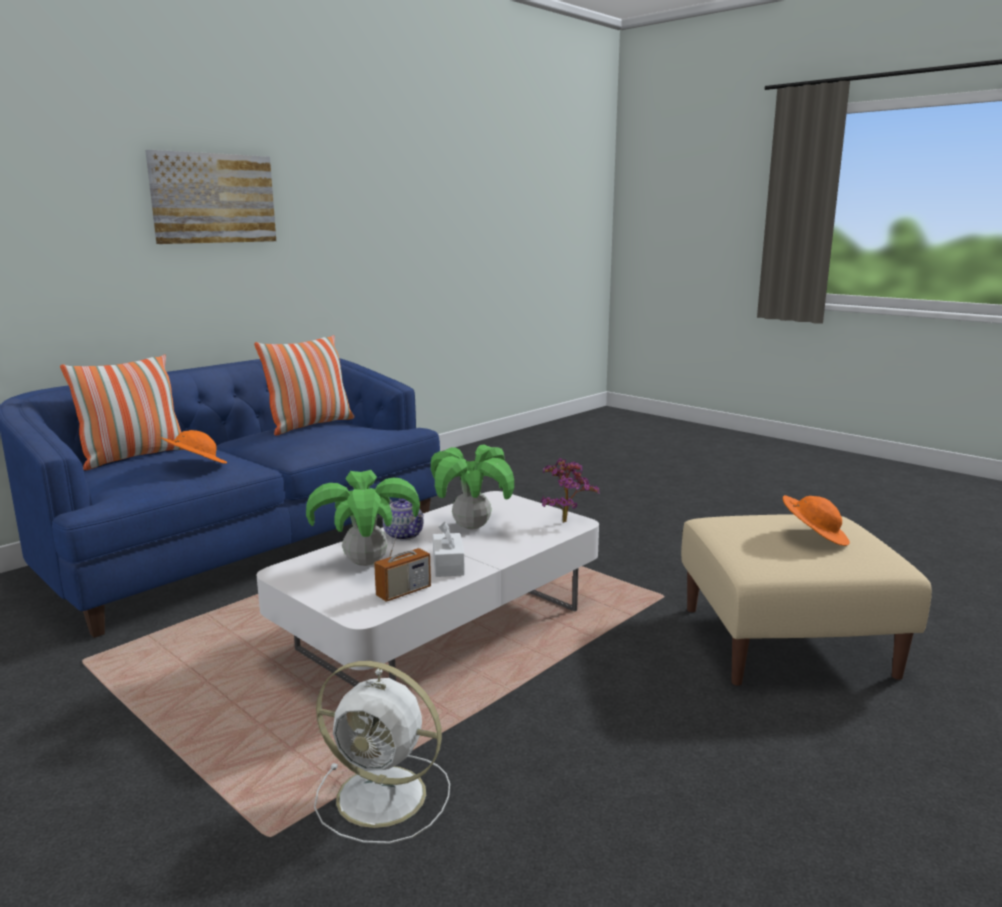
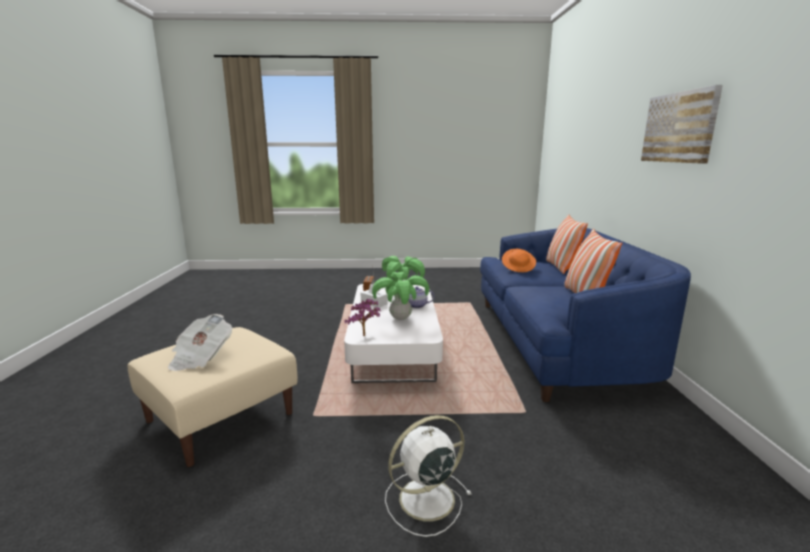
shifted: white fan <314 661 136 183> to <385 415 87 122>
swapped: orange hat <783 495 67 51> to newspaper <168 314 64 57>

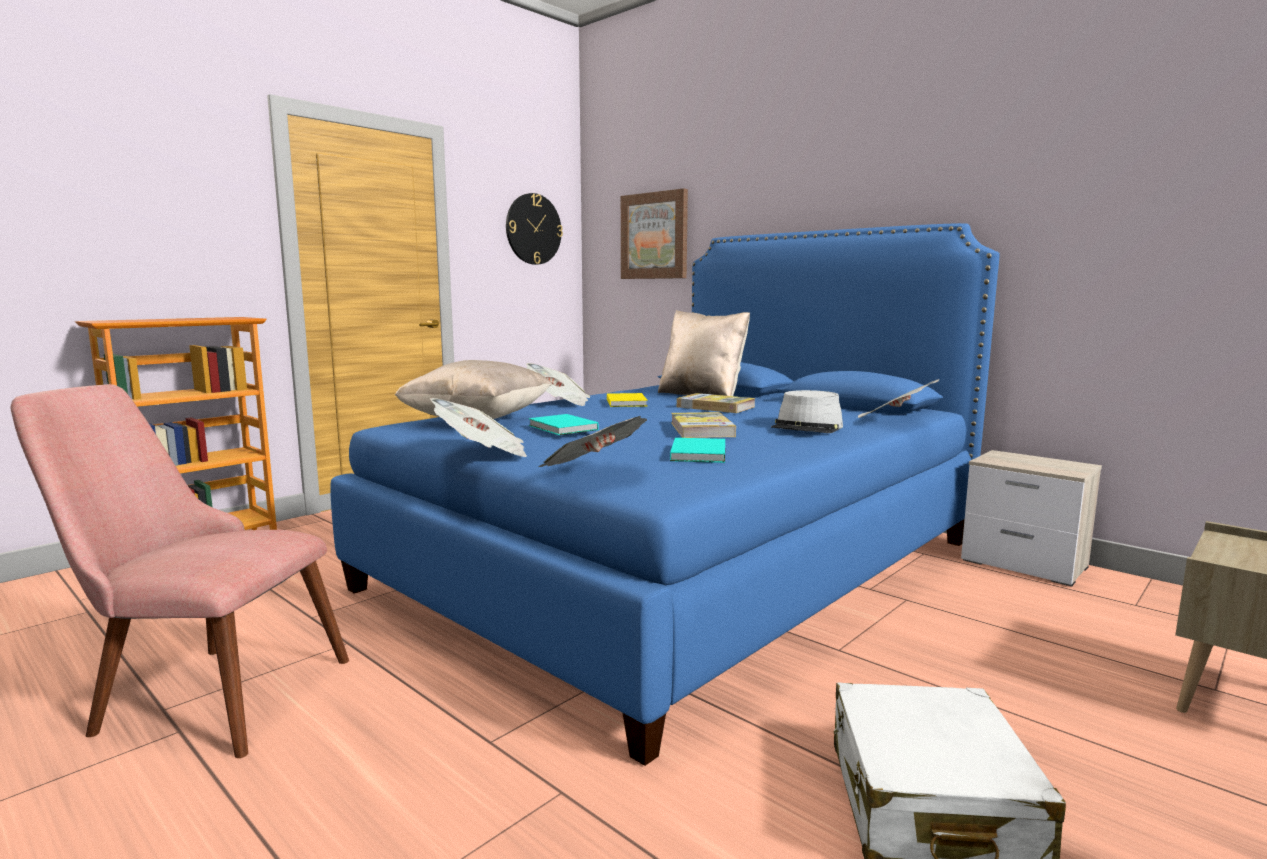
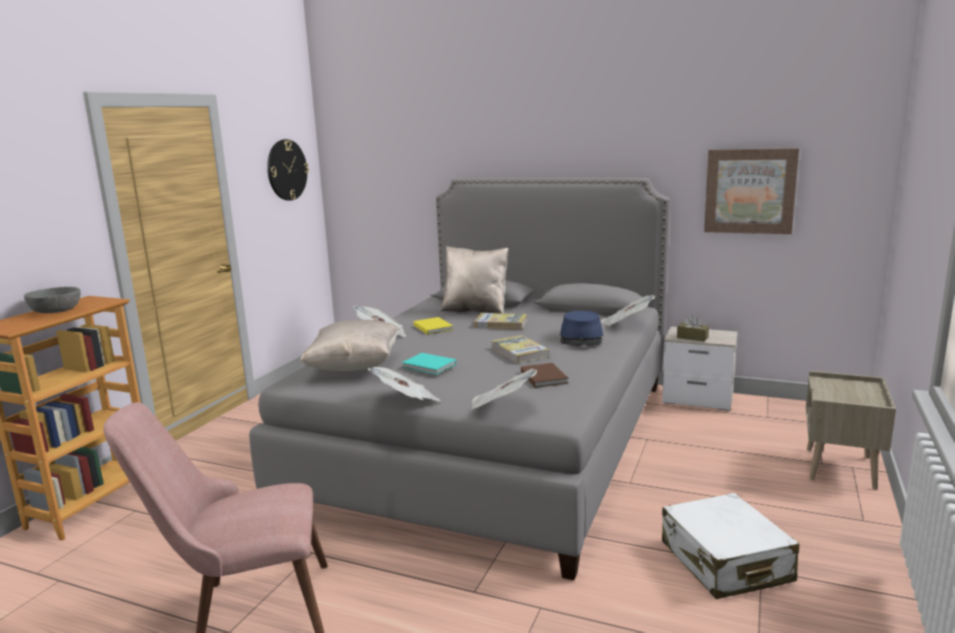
new: grey bowl <24 287 57 26>; brown tissue box <677 315 32 27>
shifted: picture <621 188 67 91> to <704 148 95 86>
repainted: blue bed <330 223 670 543> to grey bed <249 178 421 402>; grey hat <771 390 72 43> to blue hat <560 311 44 35>; turquoise book <670 438 55 25> to brown book <521 363 47 25>

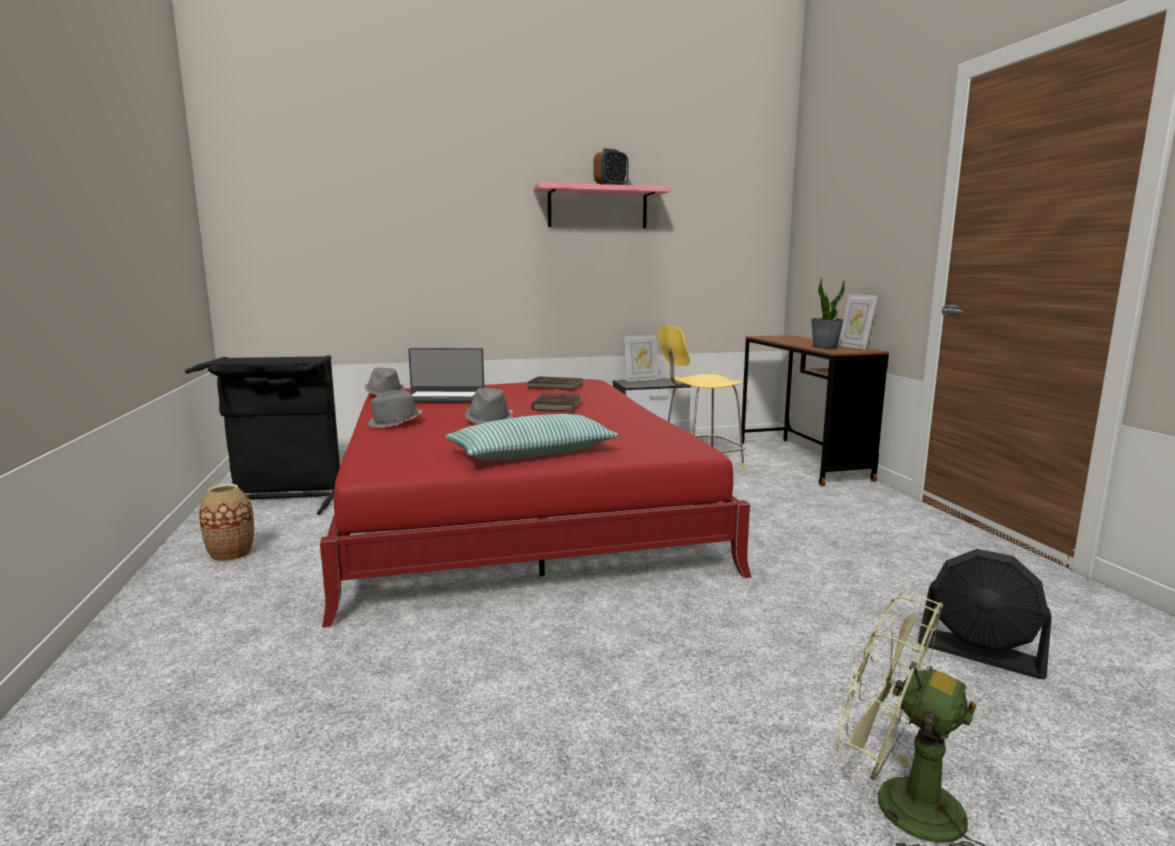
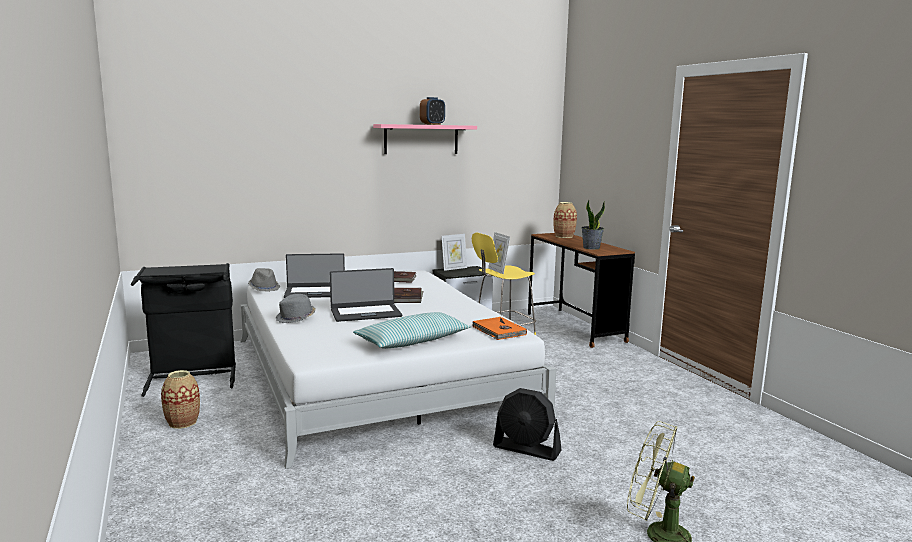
new: vase <554 202 23 36>; orange book <472 317 55 23>
shifted: picture frame <838 294 40 56> to <488 232 22 42>; black fan <918 549 134 130> to <493 388 69 73>
swapped: grey hat <465 388 48 36> to laptop <330 268 72 54>
repainted: red bed <320 379 431 249> to white bed <240 270 317 199>

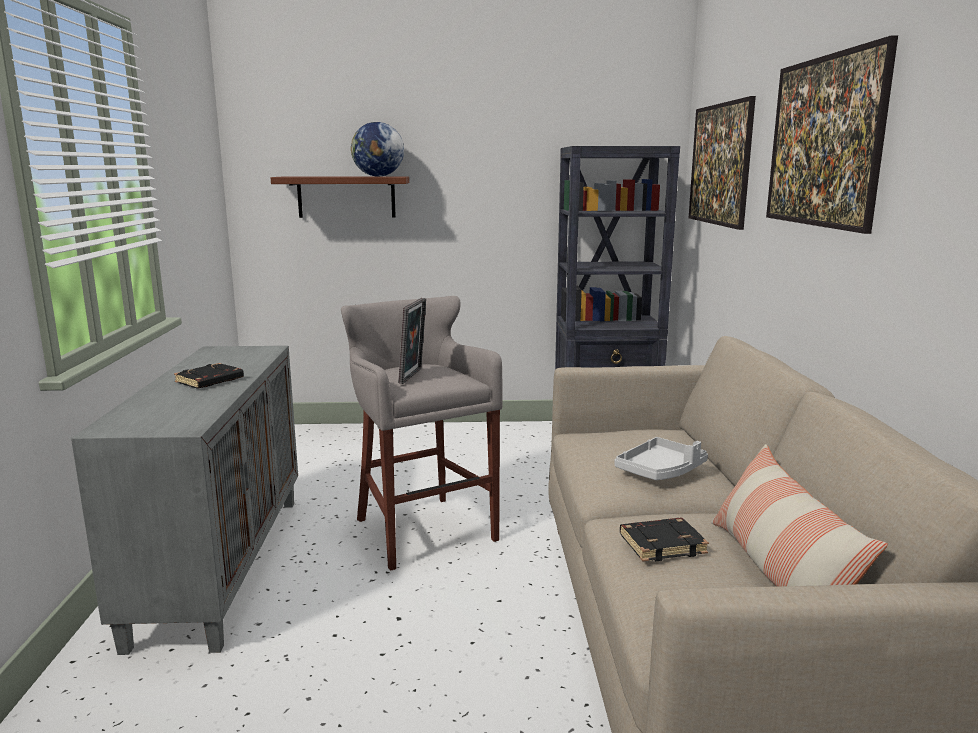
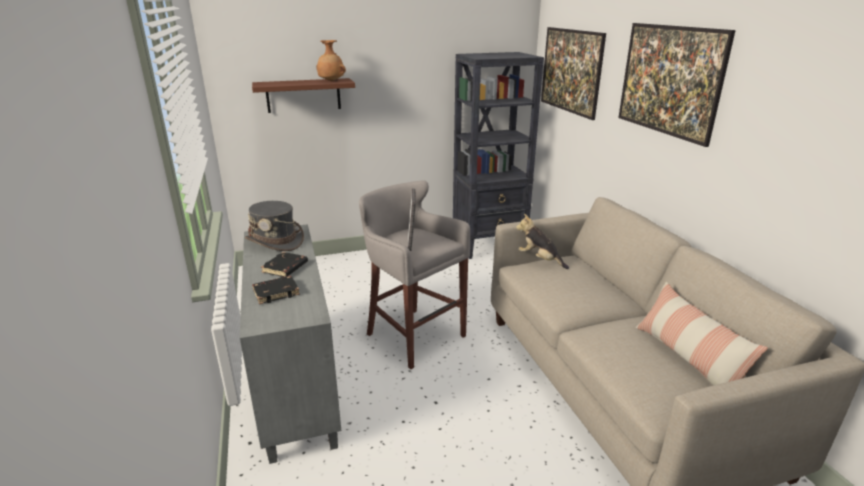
gone: grey tray <614 437 94 43>
new: grey hat <245 201 59 50>; plush toy <516 214 53 55>
shifted: black book <620 518 89 43> to <252 276 48 28>
swapped: globe <351 122 53 55> to brown vase <316 40 30 41>

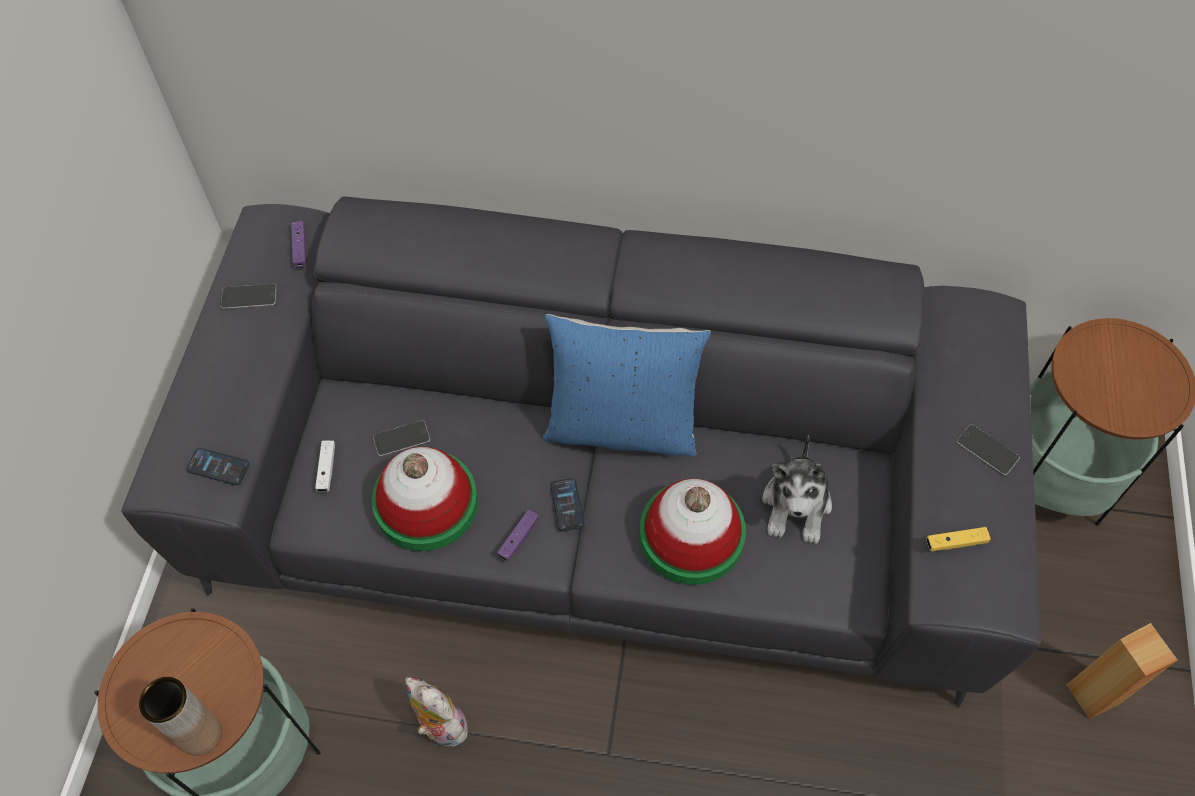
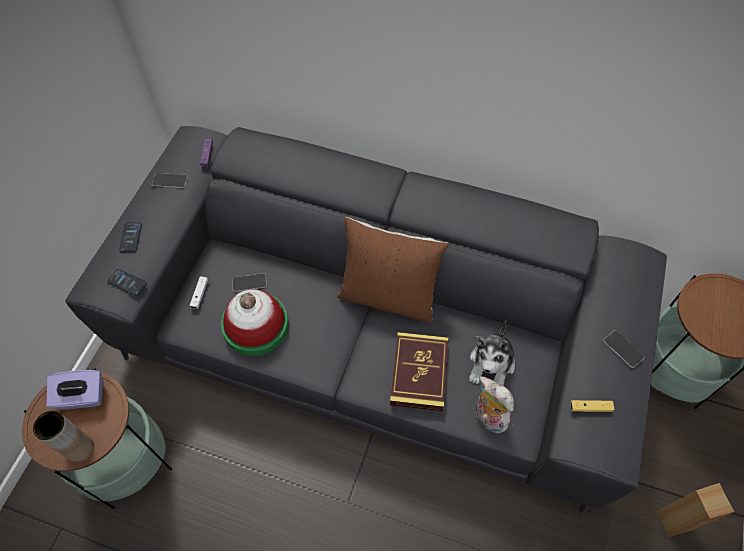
gone: purple game controller <497 510 42 51>
new: purple tissue box <46 370 58 40>
shifted: phone <550 478 35 53> to <119 222 23 30>; plush toy <405 677 63 70> to <475 376 39 57>
swapped: hat <639 479 107 106> to book <390 332 59 79>
repainted: blue pillow <543 314 168 142> to brown pillow <337 217 112 105>

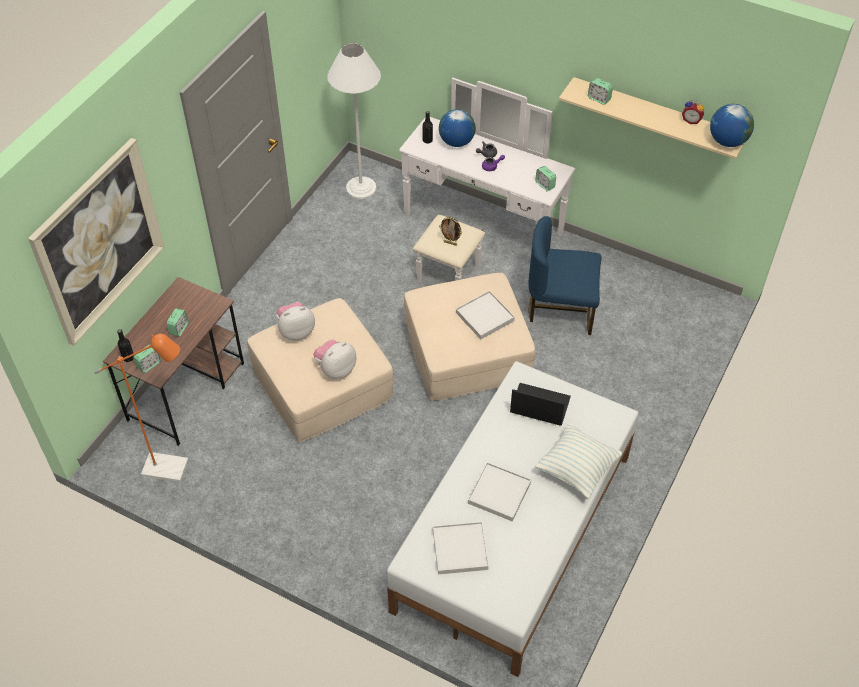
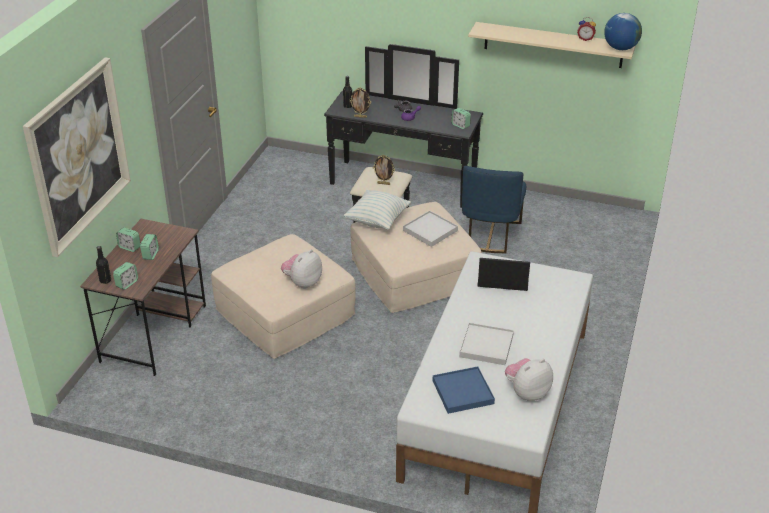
gone: white floor lamp <327 43 54 156>; globe <439 109 37 38>; orange floor lamp <94 334 94 148>
new: picture frame <350 88 21 30>
shifted: alarm clock <588 78 25 27> to <116 227 24 25>; plush toy <276 302 39 38> to <505 358 48 43>; pillow <535 423 87 76> to <343 190 68 40>
repainted: white dresser <399 78 176 204> to black dresser <324 44 159 179>; white tray <433 522 56 52> to blue tray <433 366 62 48>
rotated: blue chair <528 216 73 119> = <462 166 64 87> 75 degrees counterclockwise

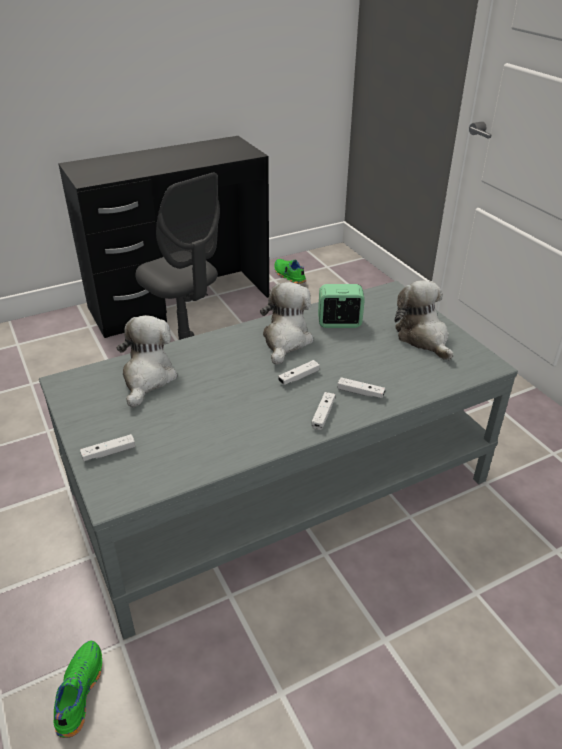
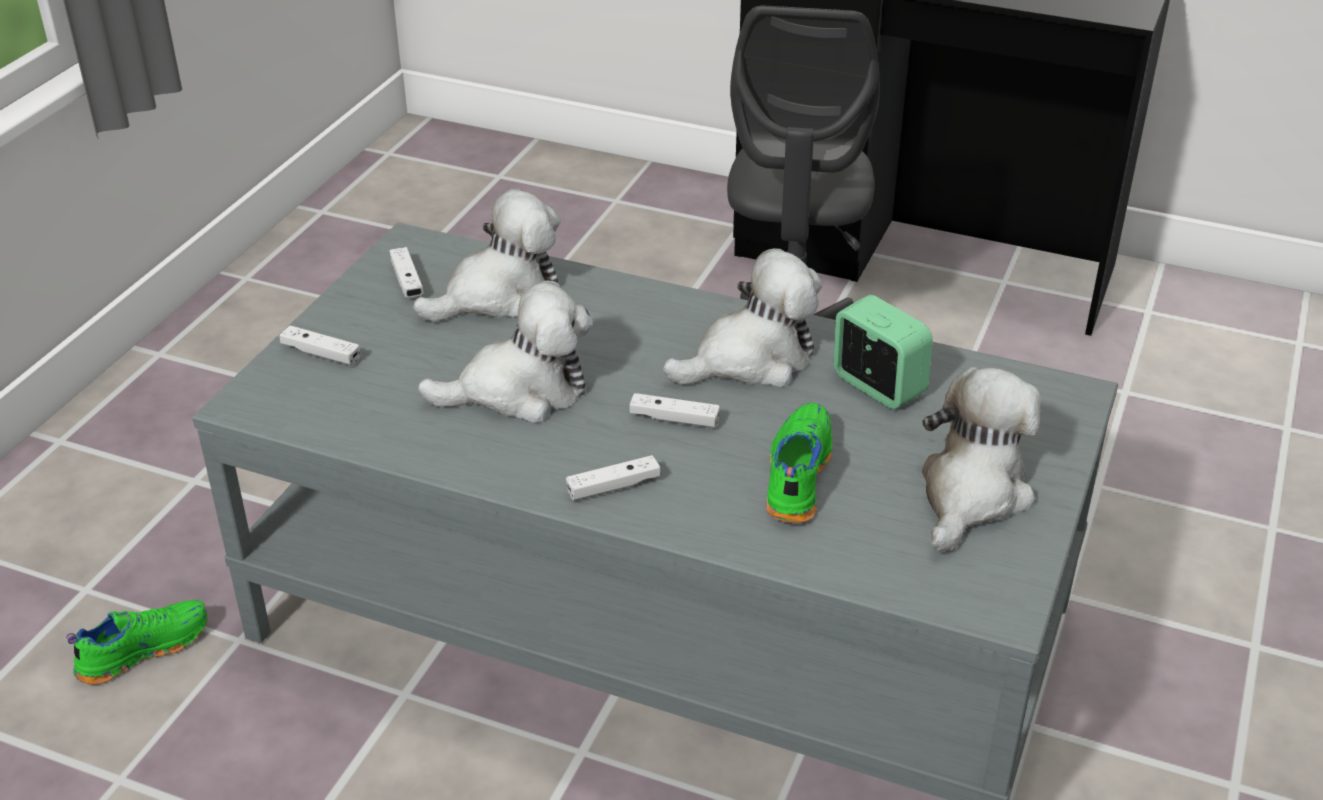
new: plush toy <418 280 175 143>
shifted: green shoe <274 259 32 25> to <767 403 65 120>; white game controller <337 377 48 21> to <389 247 35 51>

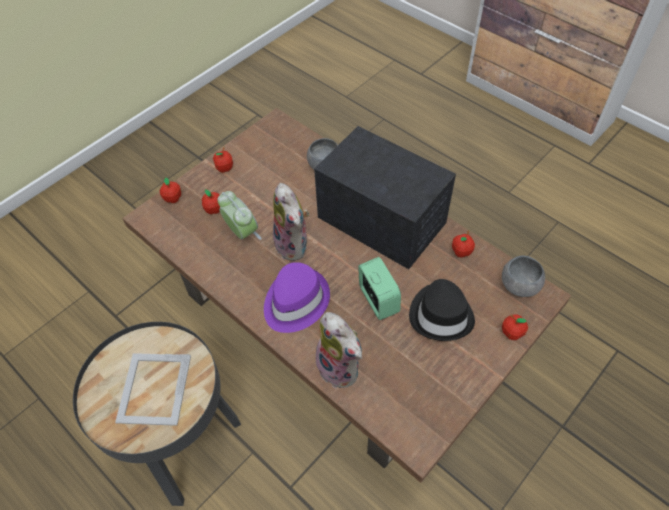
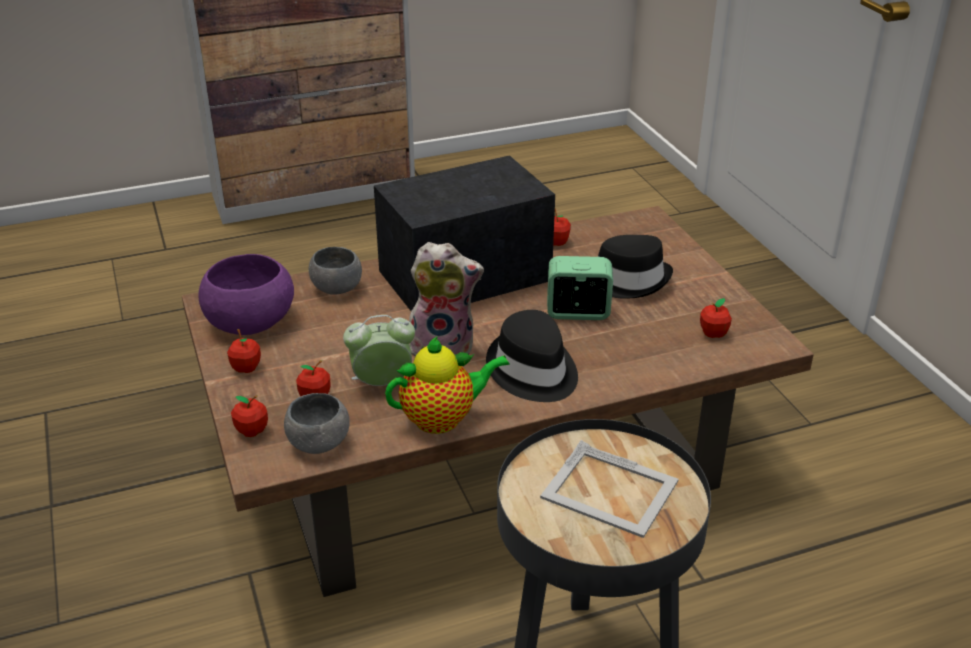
gone: plush toy <316 312 47 77>
new: purple bowl <199 254 95 81>; teapot <385 336 125 98>
shifted: grey bowl <502 256 43 41> to <284 393 66 61>; apple <502 315 26 25> to <700 298 32 40>
repainted: purple hat <264 262 66 71> to black hat <486 310 92 92>

